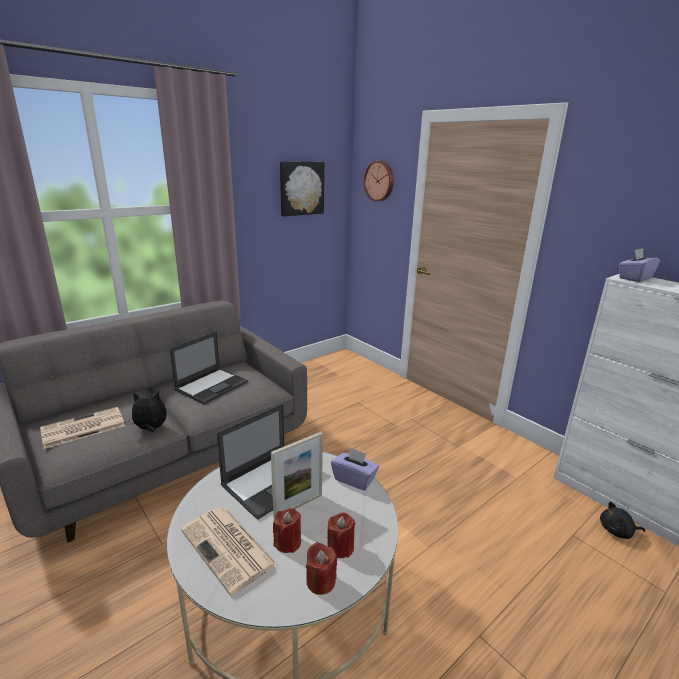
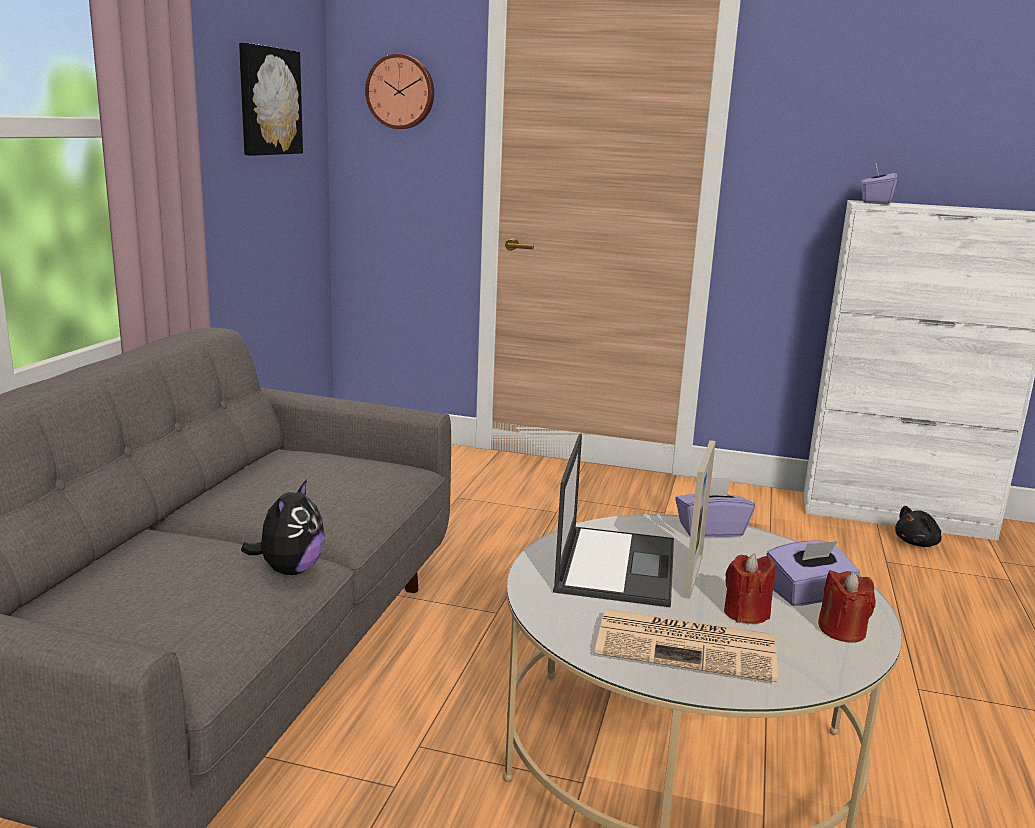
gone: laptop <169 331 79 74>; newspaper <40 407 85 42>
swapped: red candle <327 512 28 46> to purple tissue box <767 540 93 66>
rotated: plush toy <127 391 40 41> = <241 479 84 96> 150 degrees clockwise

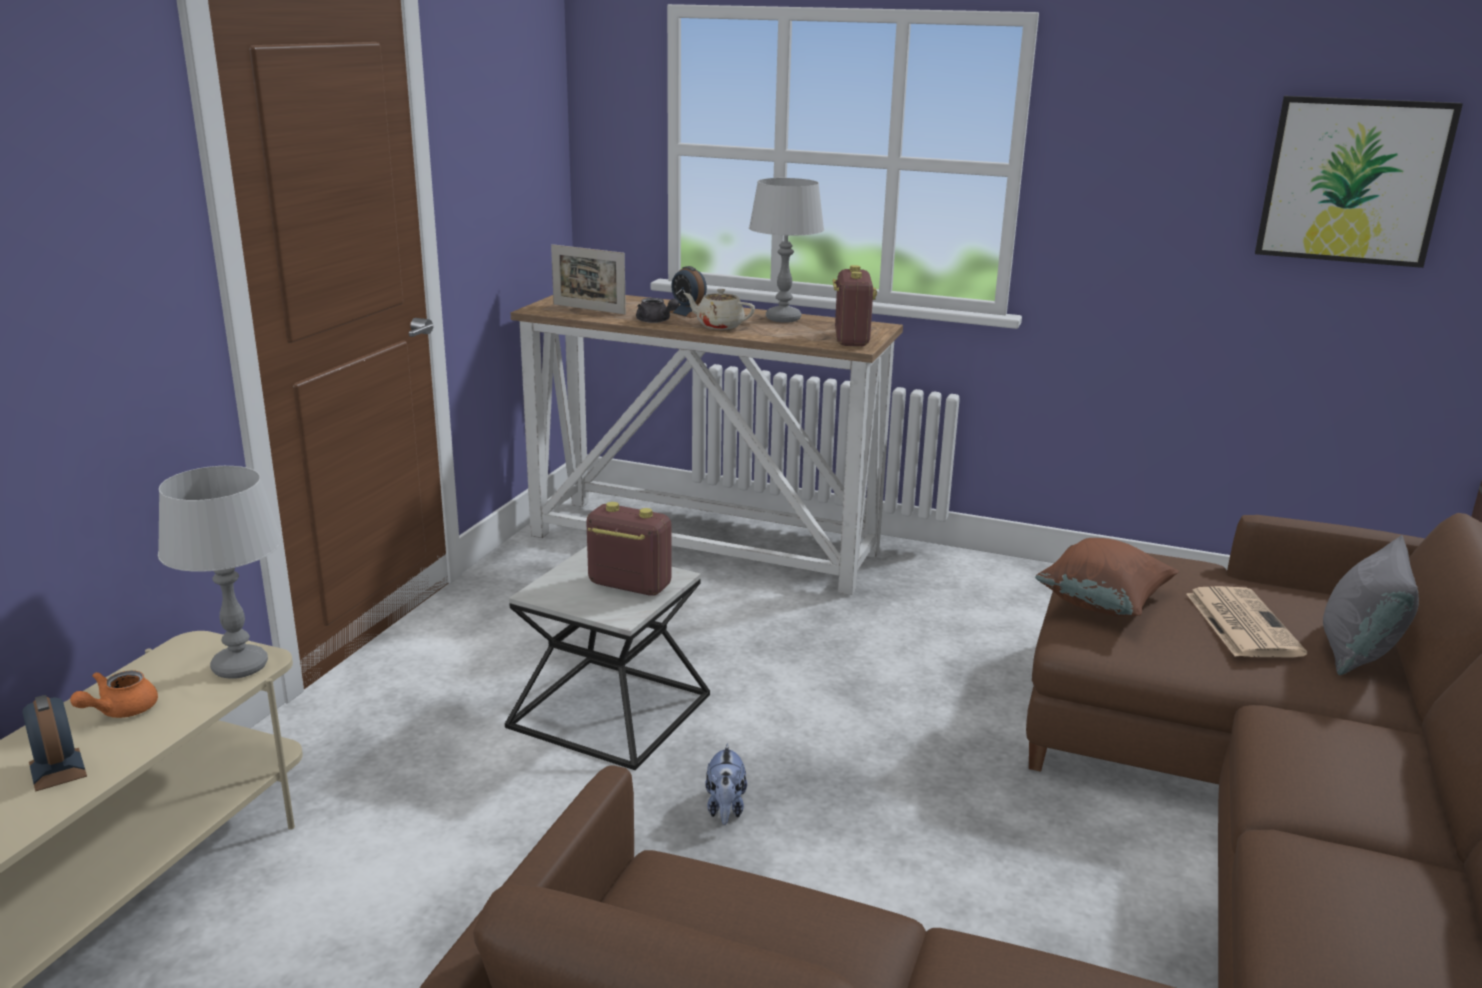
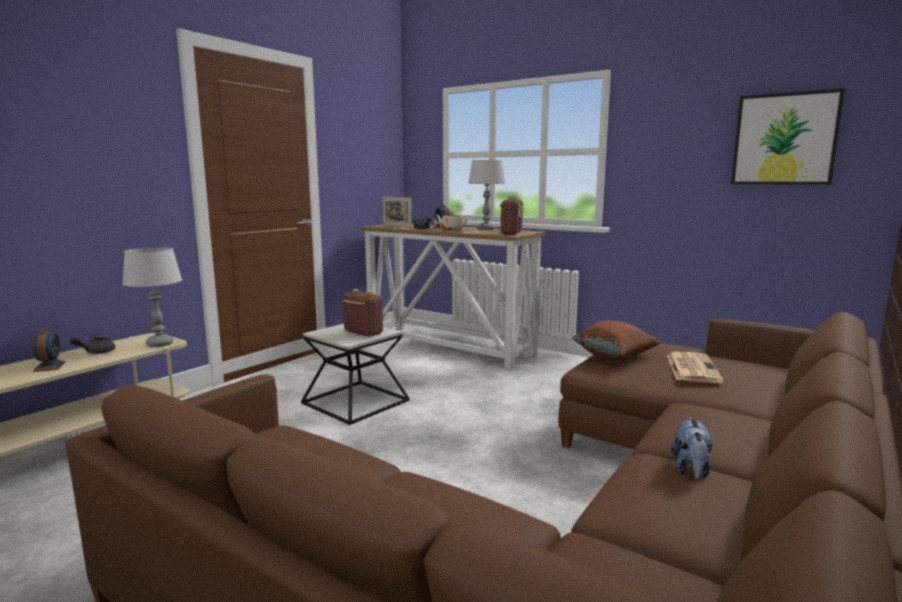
gone: grey pillow <1323 535 96 140>
shifted: plush toy <705 744 42 81> to <670 417 42 62>
repainted: orange teapot <70 670 88 48> to grey teapot <69 335 46 19>

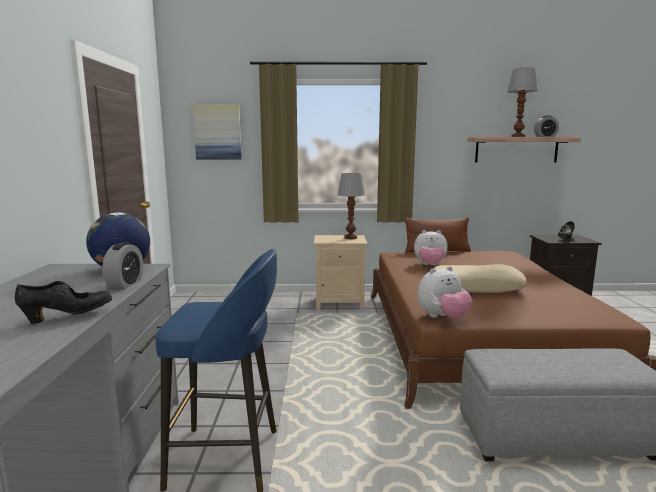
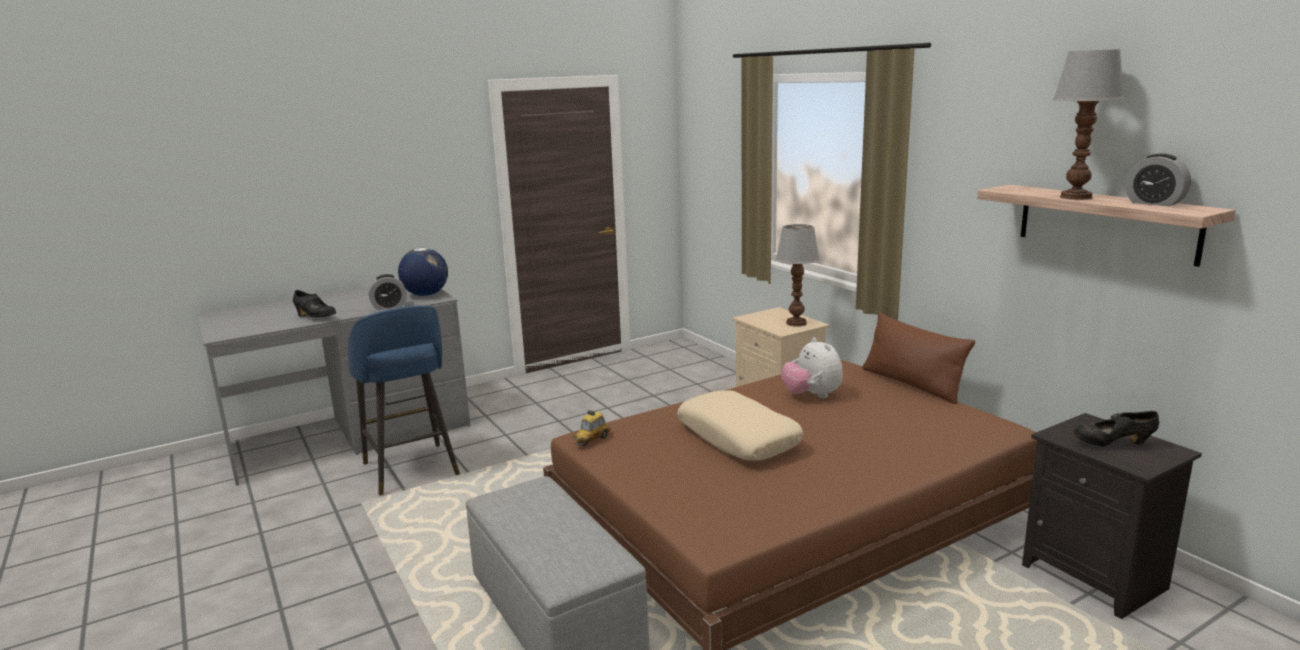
gone: picture <193 104 49 55>
swapped: plush toy <418 266 55 53> to toy car <574 410 37 36>

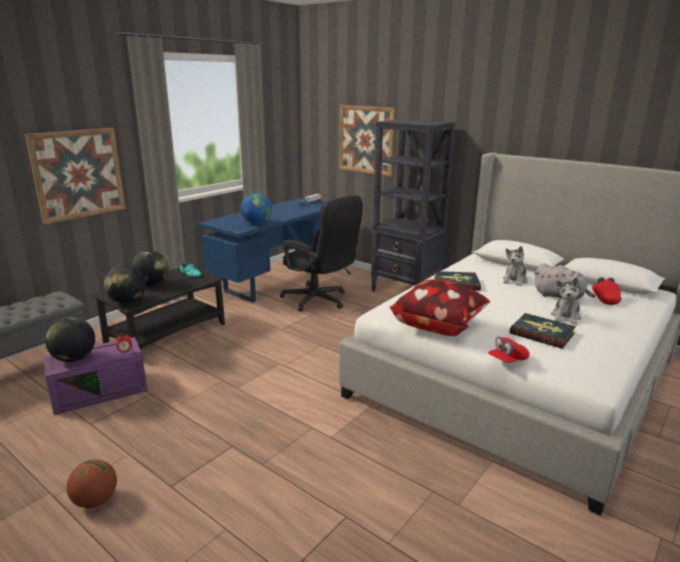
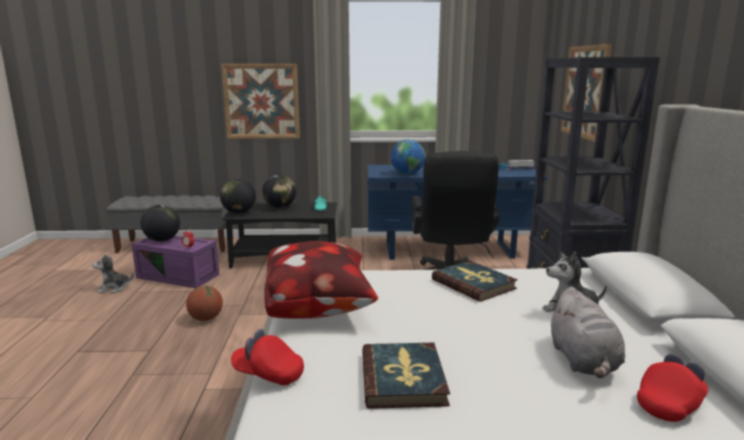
shifted: plush toy <551 277 30 48> to <92 254 42 39>; basketball <66 459 51 49> to <186 286 37 35>

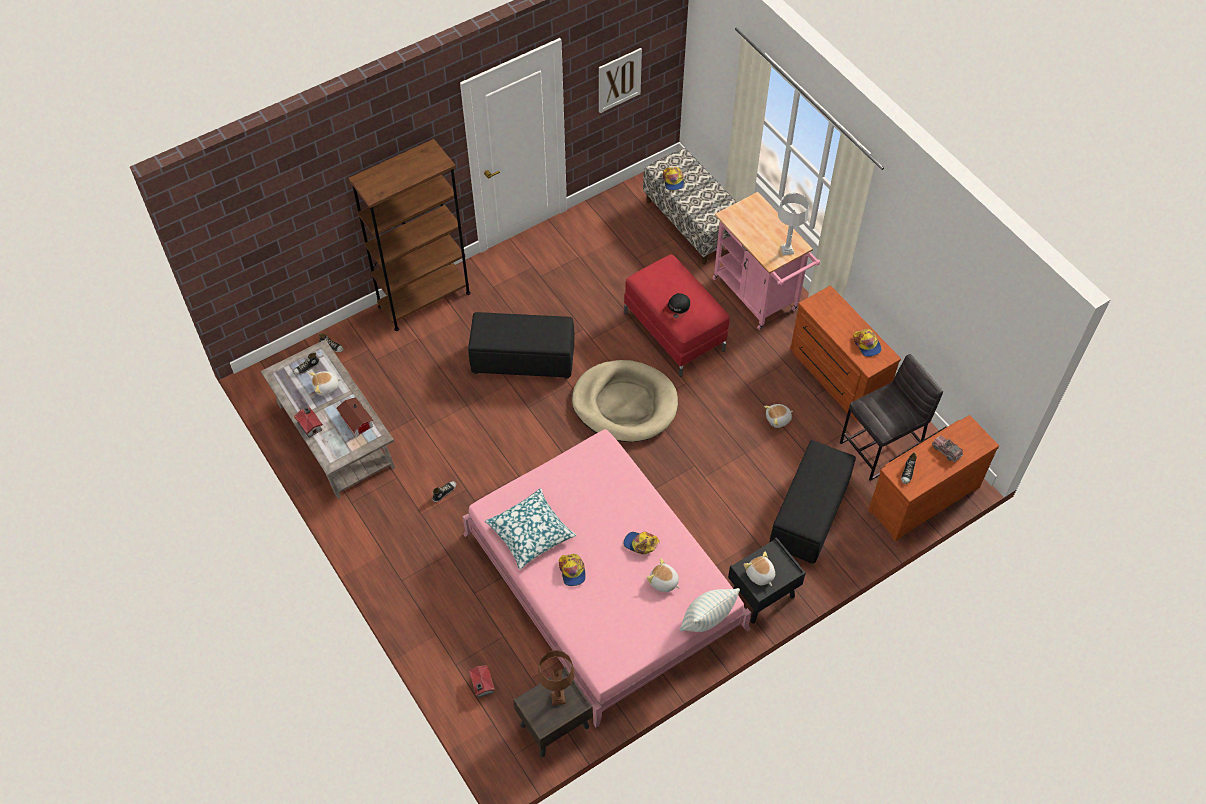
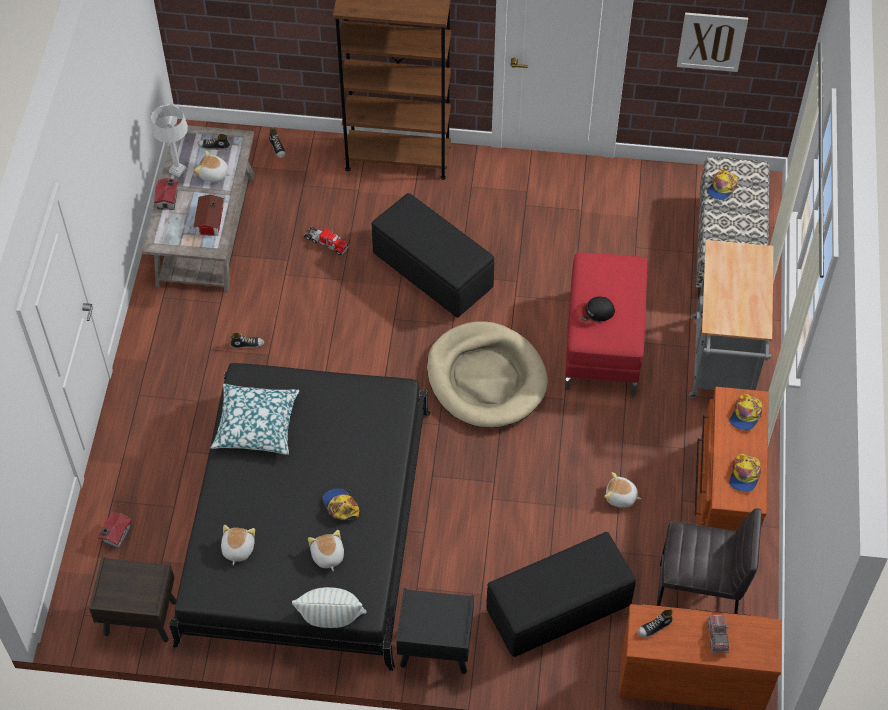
gone: brown table lamp <538 651 36 54>
new: toy truck <304 227 45 28>
shifted: grey table lamp <778 193 31 62> to <151 104 37 73>; plush toy <744 551 31 35> to <221 525 34 40>; cap <559 554 27 32> to <729 394 33 37>
repainted: pink cart <712 192 108 138> to grey cart <689 240 84 158>; pink bed <463 429 288 299> to black bed <169 363 261 308>

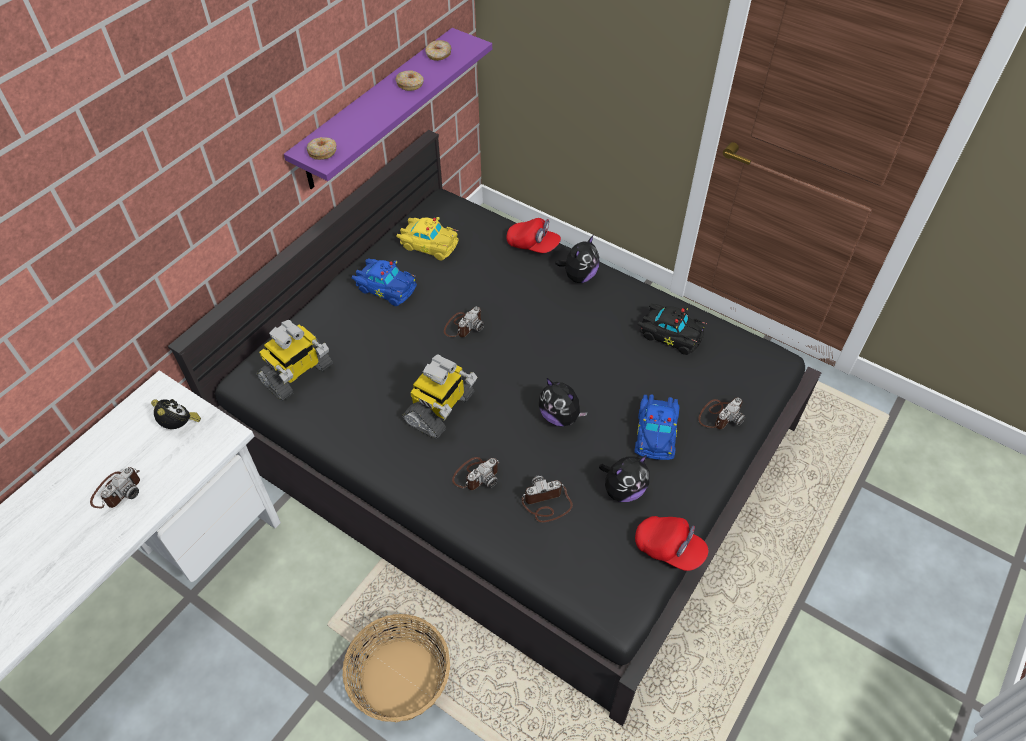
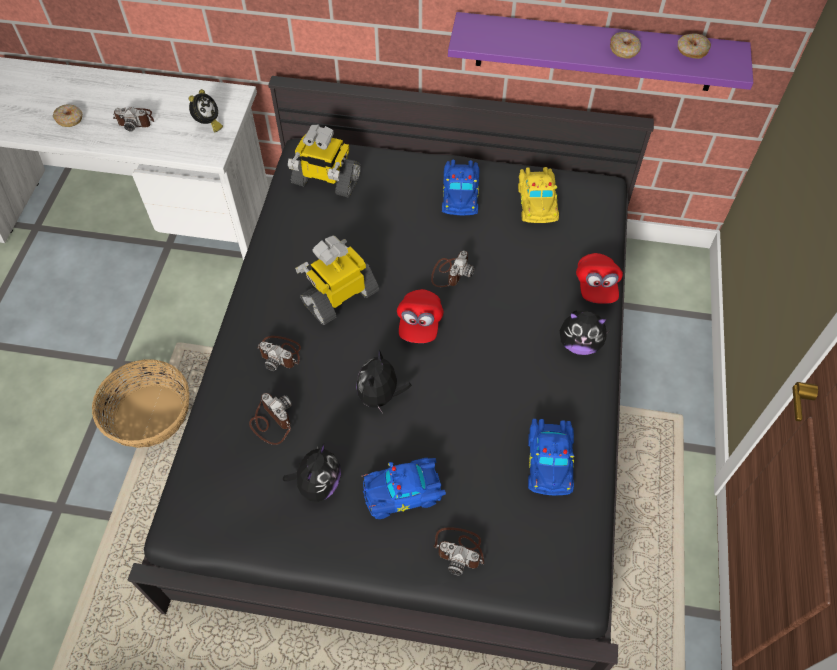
shifted: donut <307 137 30 23> to <53 104 29 23>; red cap <635 516 73 55> to <397 289 47 54>
repainted: black toy car <638 303 69 52> to blue toy car <528 419 46 77>
rotated: photo camera <444 307 40 30> = <431 251 44 36> 75 degrees counterclockwise; toy robot <402 354 75 85> = <295 236 84 89> 135 degrees clockwise; plush toy <599 455 51 47> = <283 443 58 59> 105 degrees counterclockwise

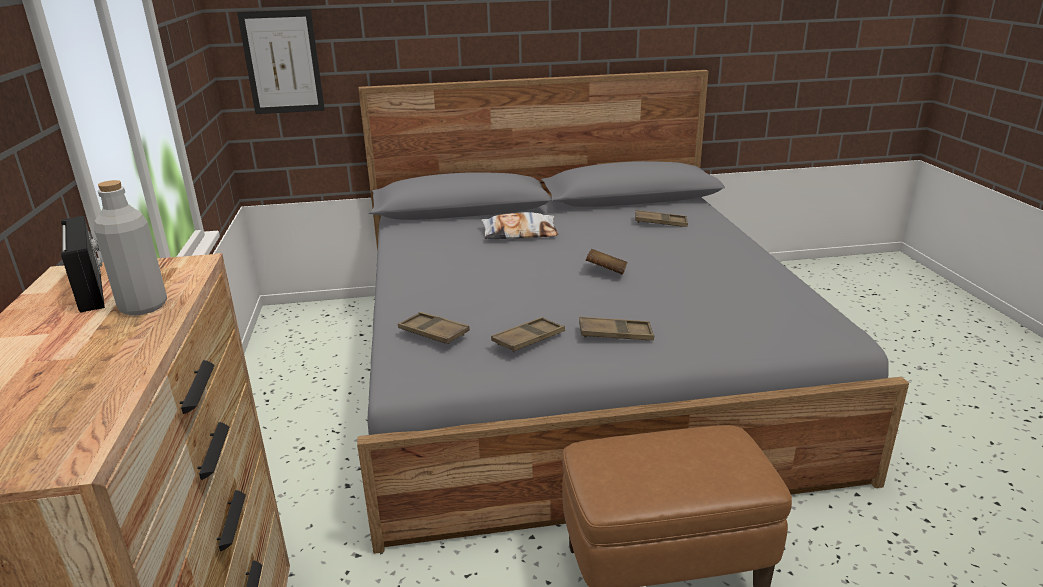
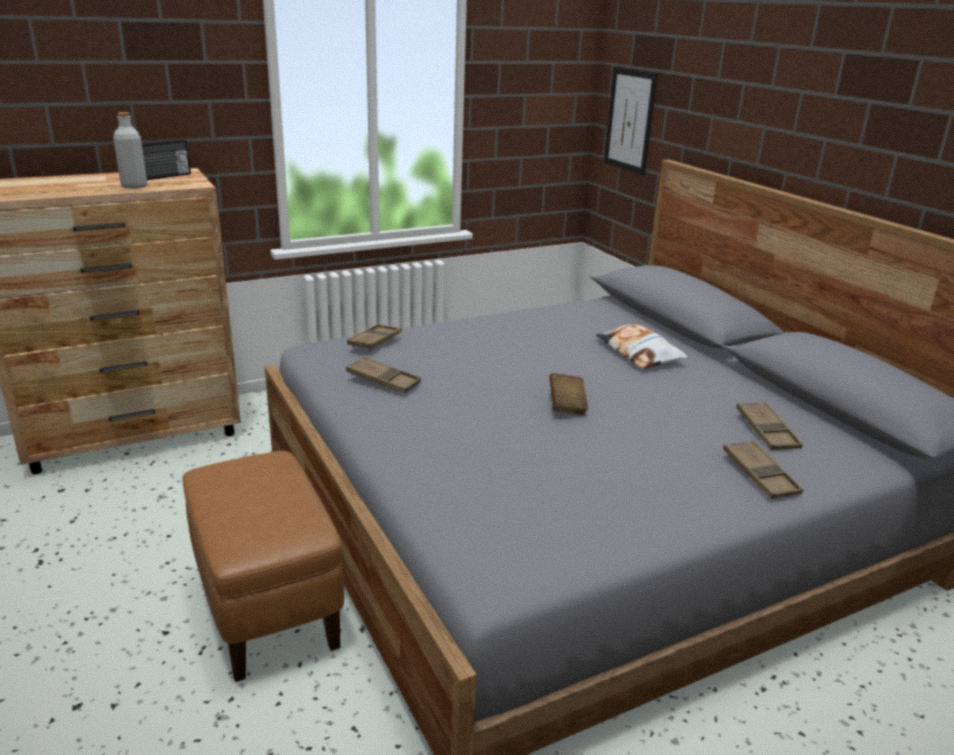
shifted: brown tray <579 317 75 23> to <723 440 80 59>

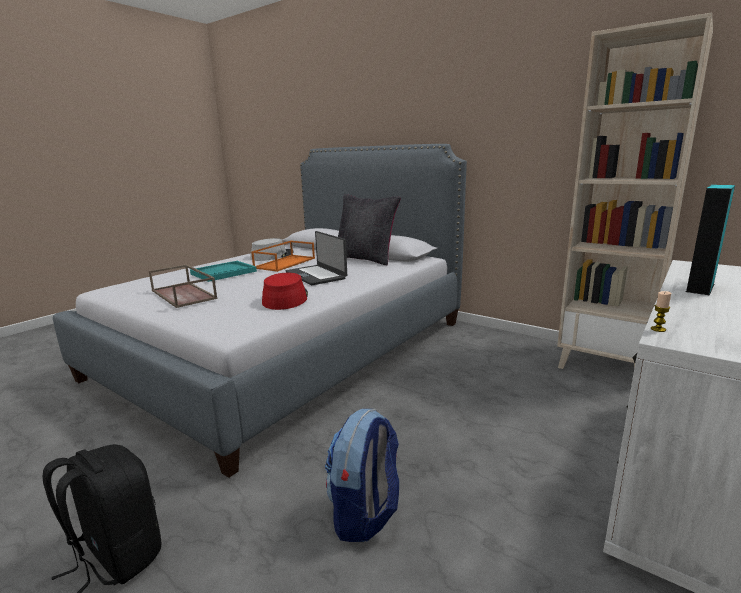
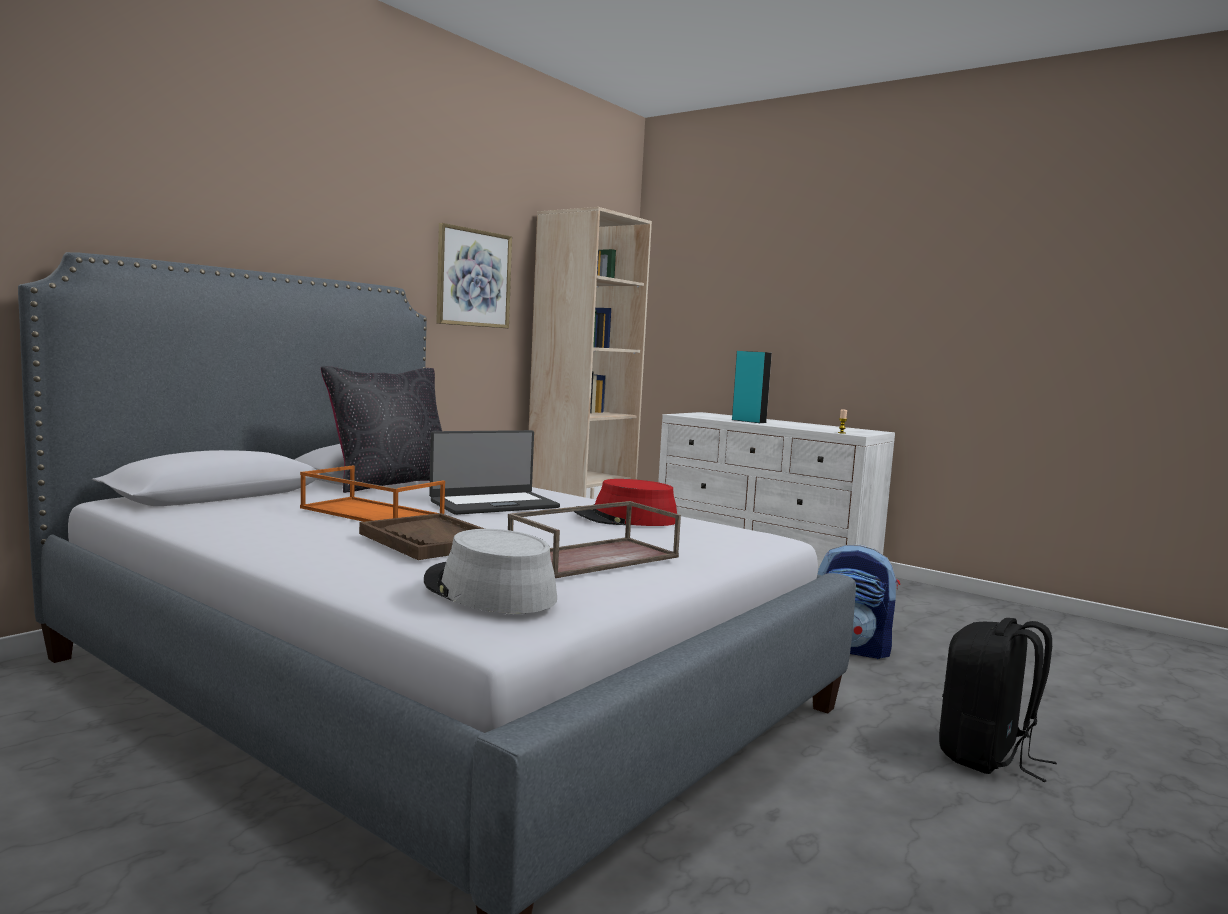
new: picture <436 223 76 105>
shifted: grey hat <251 238 43 23> to <424 529 133 84>
repainted: turquoise tray <190 261 67 21> to brown tray <359 513 126 47>

